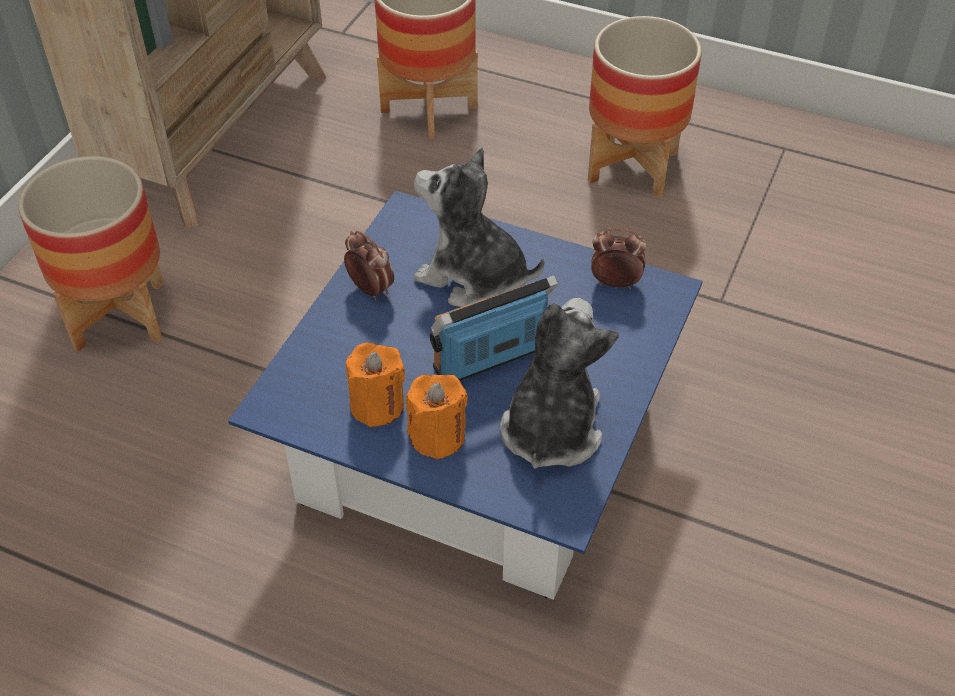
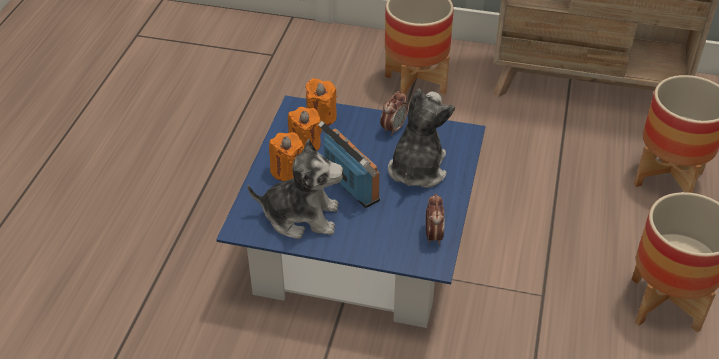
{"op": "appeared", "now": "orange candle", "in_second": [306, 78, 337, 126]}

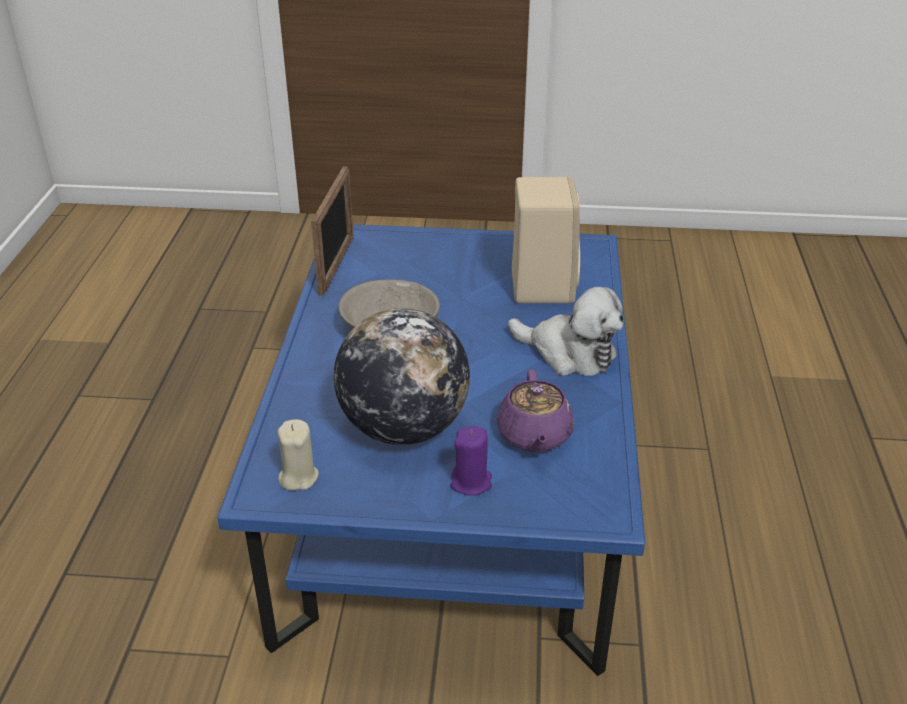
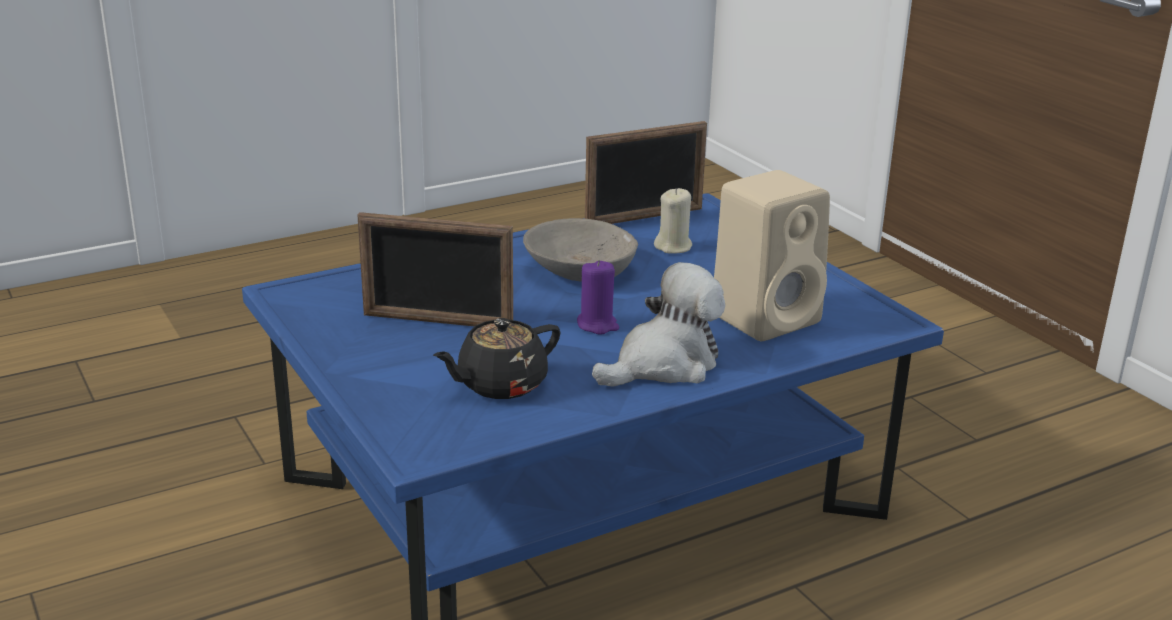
{"op": "exchanged", "was": "globe", "now": "picture frame", "in_first": [334, 308, 470, 445], "in_second": [357, 212, 513, 326]}
{"op": "colour", "was": "purple teapot", "now": "black teapot", "in_first": [497, 369, 574, 453], "in_second": [433, 318, 561, 399]}
{"op": "relocated", "was": "purple candle", "in_first": [451, 426, 492, 496], "in_second": [577, 260, 619, 335]}
{"op": "spun", "was": "plush toy", "in_first": [508, 287, 624, 376], "in_second": [592, 262, 725, 387], "clockwise": -120}
{"op": "relocated", "was": "beige candle", "in_first": [278, 419, 319, 491], "in_second": [654, 188, 692, 254]}

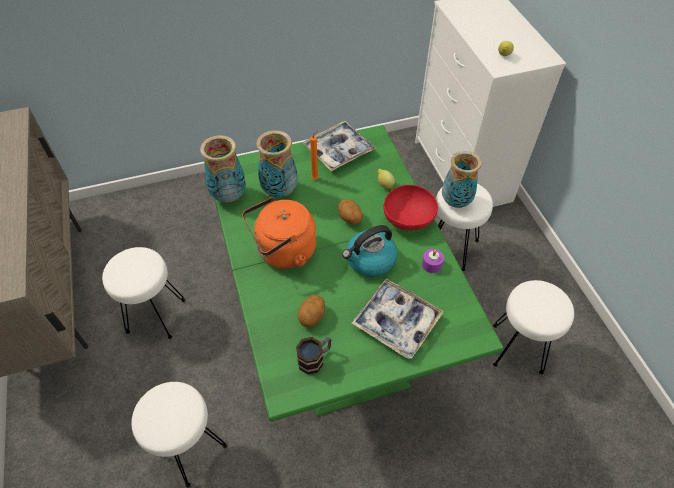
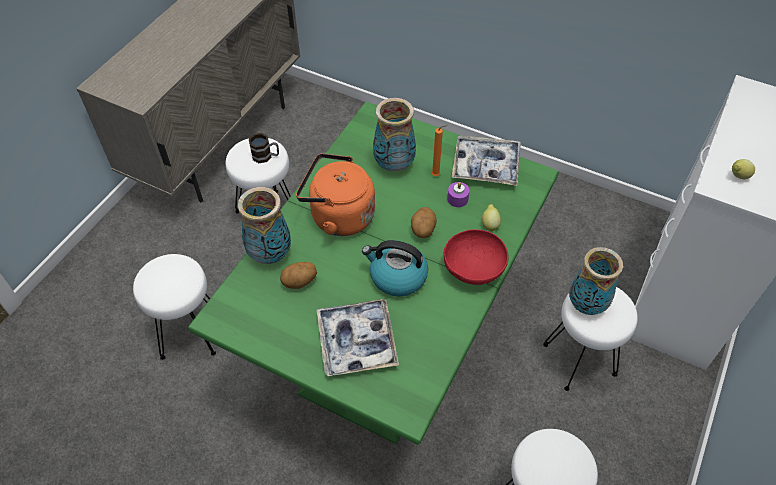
{"op": "relocated", "was": "vase", "in_first": [200, 135, 246, 203], "in_second": [238, 187, 291, 264]}
{"op": "relocated", "was": "mug", "in_first": [296, 337, 331, 374], "in_second": [249, 133, 279, 163]}
{"op": "relocated", "was": "purple candle", "in_first": [422, 249, 444, 273], "in_second": [447, 182, 470, 207]}

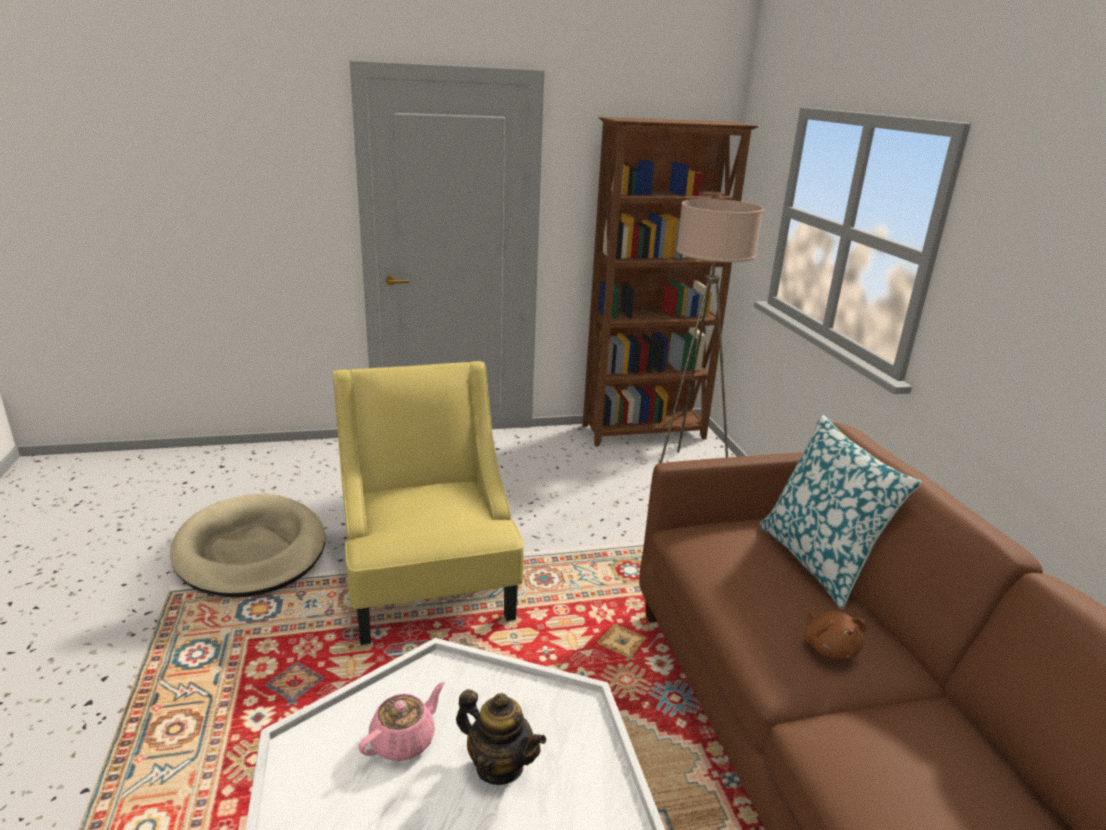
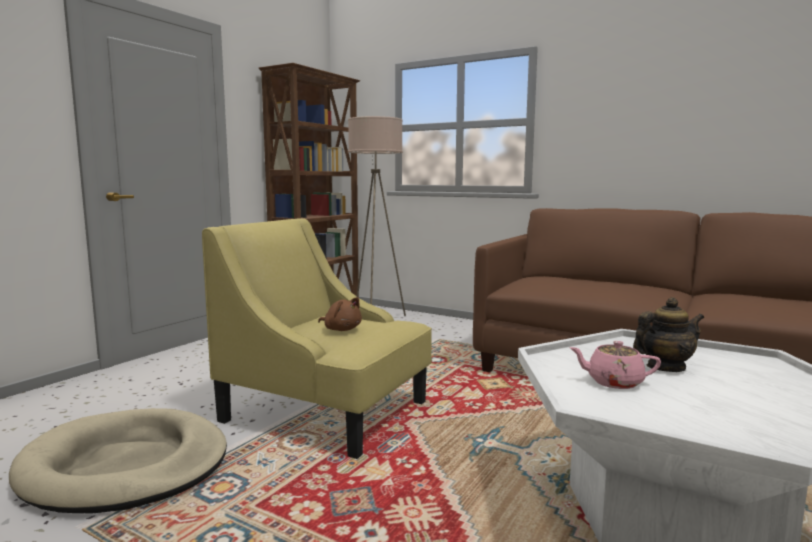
{"op": "relocated", "was": "brown plush toy", "in_first": [804, 610, 866, 659], "in_second": [318, 297, 362, 331]}
{"op": "spun", "was": "pink teapot", "in_first": [358, 682, 445, 761], "in_second": [569, 341, 661, 389], "clockwise": -75}
{"op": "missing", "was": "pillow", "in_first": [759, 414, 922, 609]}

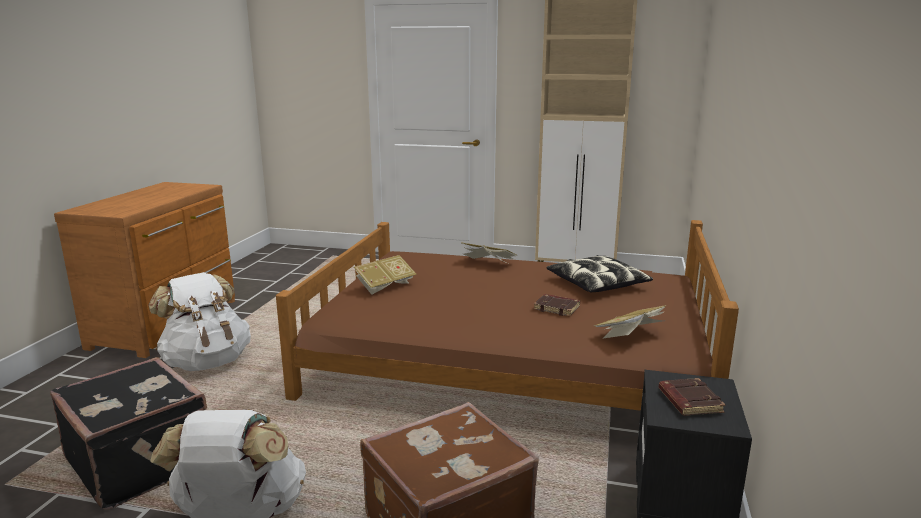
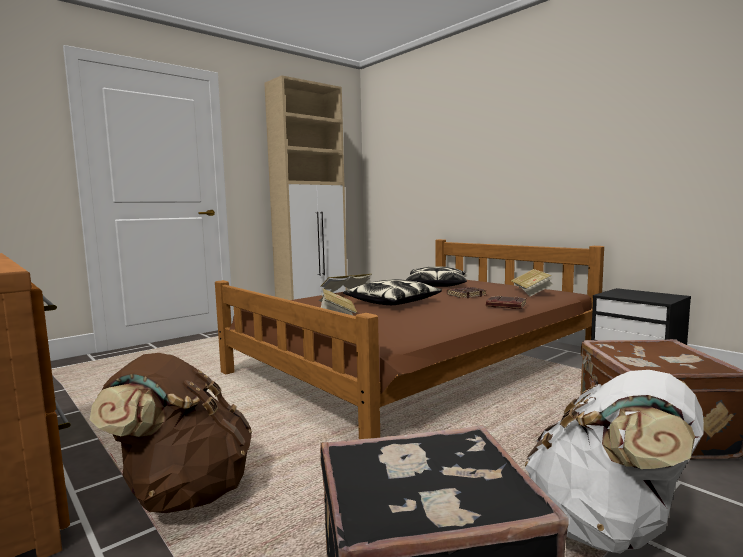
{"op": "colour", "was": "white backpack", "now": "brown backpack", "in_first": [148, 272, 251, 371], "in_second": [90, 353, 252, 513]}
{"op": "appeared", "now": "pillow", "in_second": [343, 279, 442, 305]}
{"op": "relocated", "was": "brown book", "in_first": [659, 378, 725, 416], "in_second": [486, 296, 526, 309]}

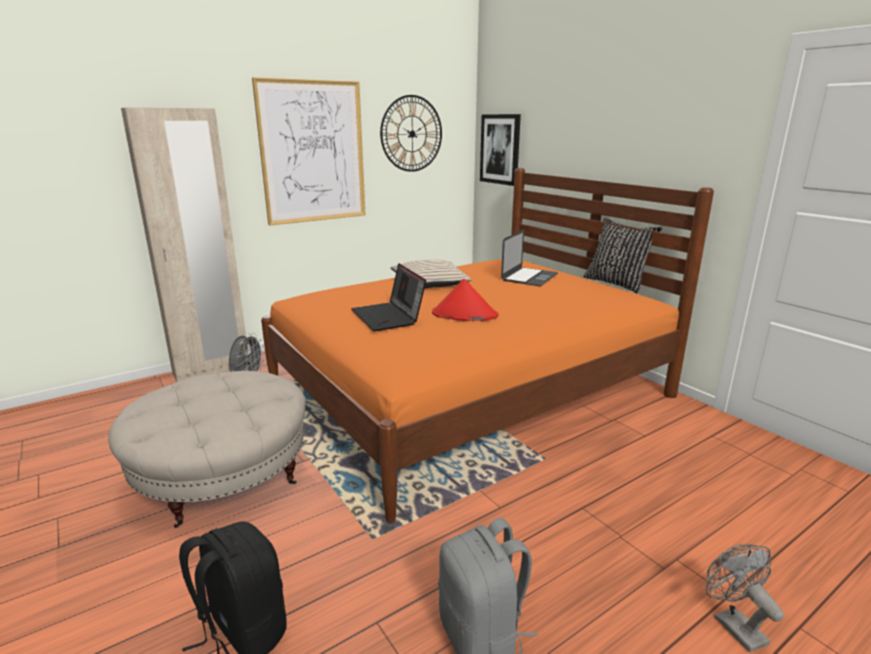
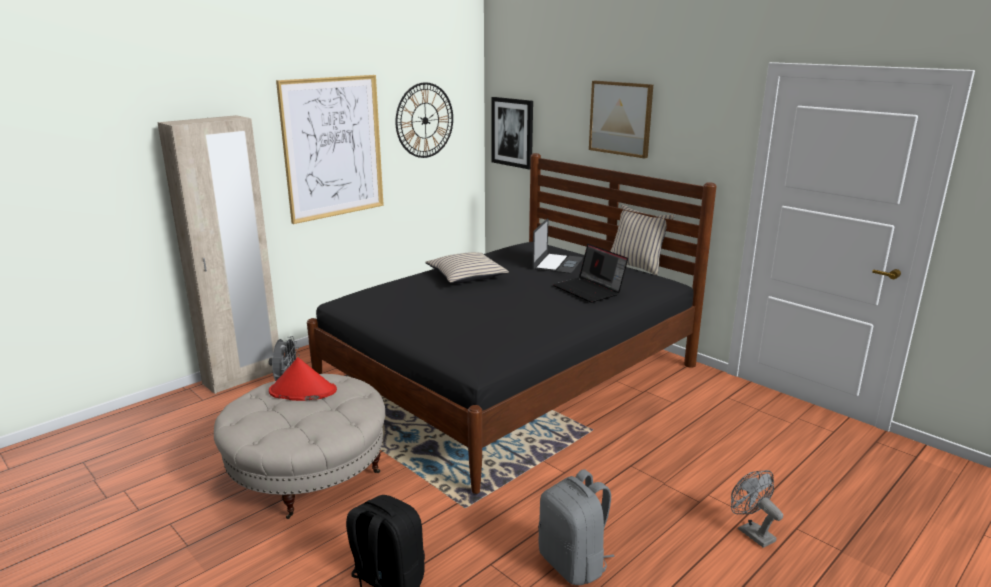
{"op": "relocated", "was": "red hat", "in_first": [432, 279, 499, 321], "in_second": [269, 357, 337, 401]}
{"op": "colour", "was": "orange bed", "now": "black bed", "in_first": [261, 168, 714, 523], "in_second": [307, 153, 717, 494]}
{"op": "relocated", "was": "laptop", "in_first": [351, 263, 426, 331], "in_second": [553, 244, 628, 303]}
{"op": "appeared", "now": "picture", "in_second": [589, 81, 653, 158]}
{"op": "colour", "was": "black pillow", "now": "beige pillow", "in_first": [583, 218, 662, 294], "in_second": [610, 205, 675, 276]}

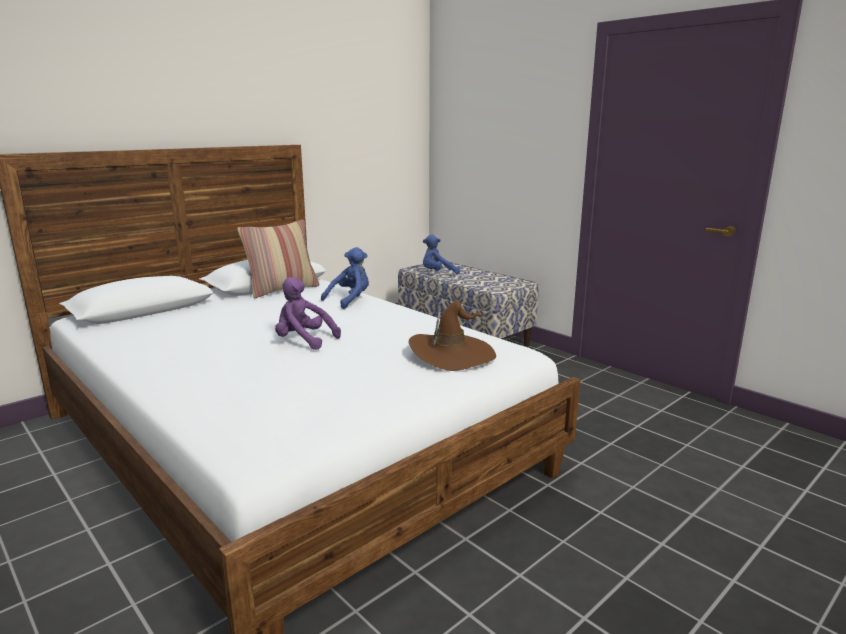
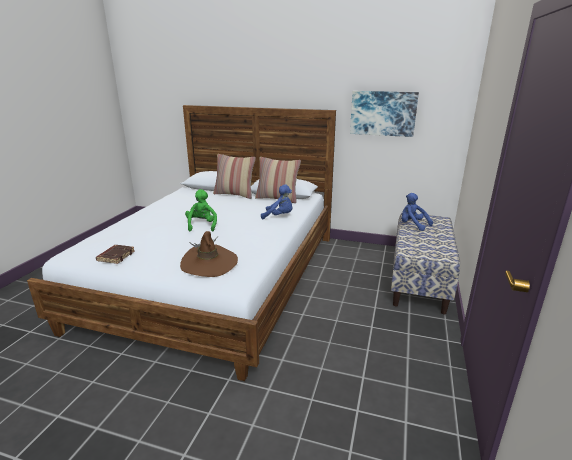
{"op": "appeared", "now": "brown book", "in_second": [96, 245, 135, 264]}
{"op": "colour", "was": "purple plush toy", "now": "green plush toy", "in_first": [275, 277, 341, 350], "in_second": [185, 189, 217, 231]}
{"op": "appeared", "now": "pillow", "in_second": [213, 154, 256, 199]}
{"op": "appeared", "now": "picture", "in_second": [350, 91, 419, 137]}

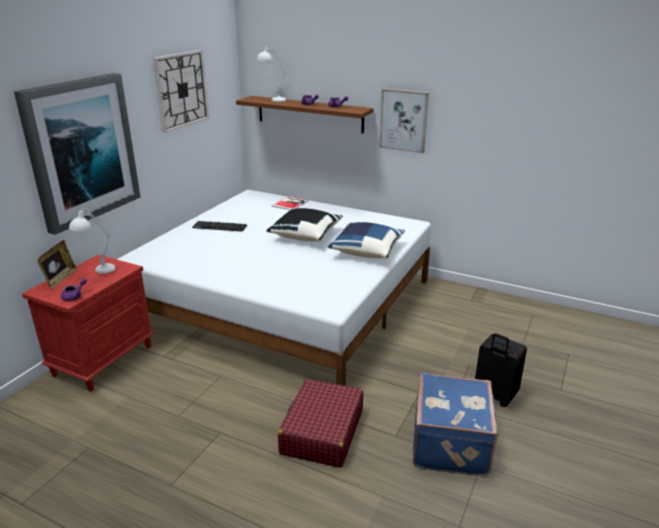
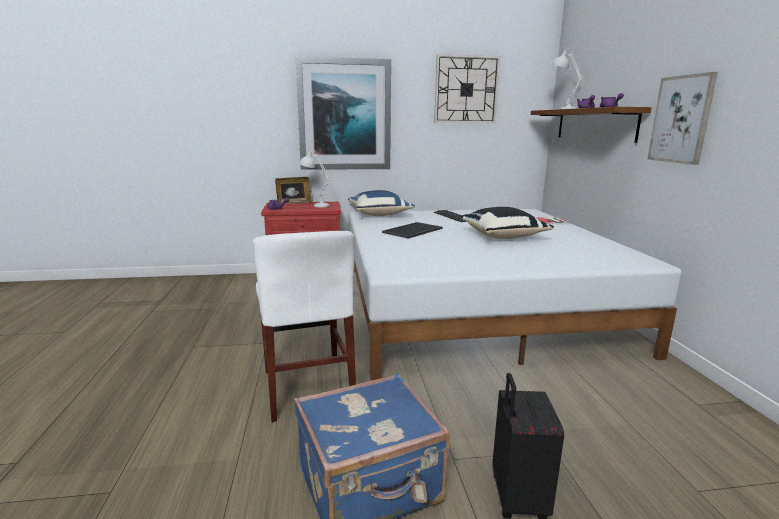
{"op": "exchanged", "was": "red suitcase", "now": "white chair", "in_first": [278, 379, 363, 468], "in_second": [253, 231, 356, 422]}
{"op": "relocated", "was": "blue pillow", "in_first": [328, 222, 405, 259], "in_second": [348, 190, 415, 216]}
{"op": "appeared", "now": "tray", "in_second": [382, 222, 443, 239]}

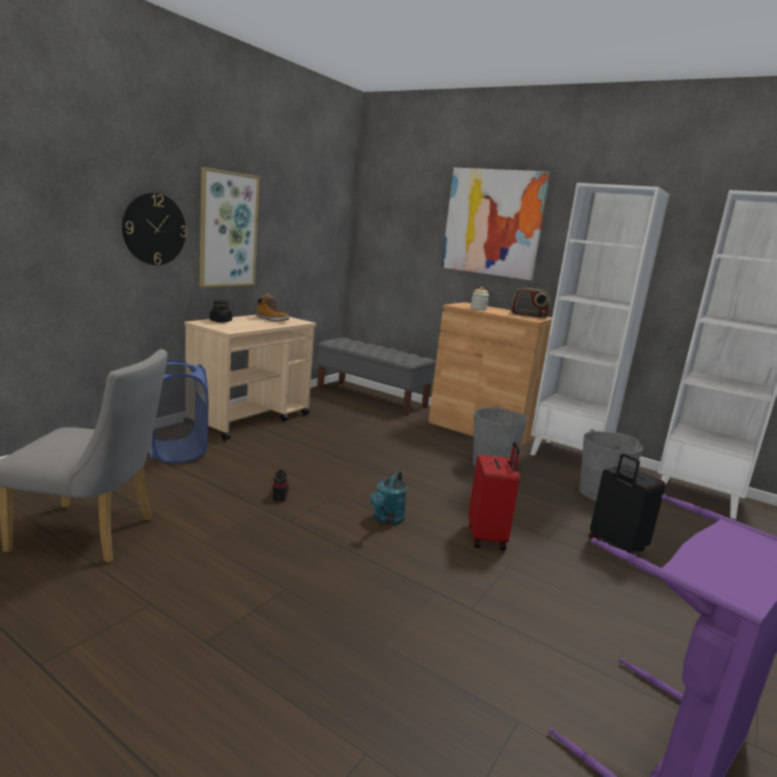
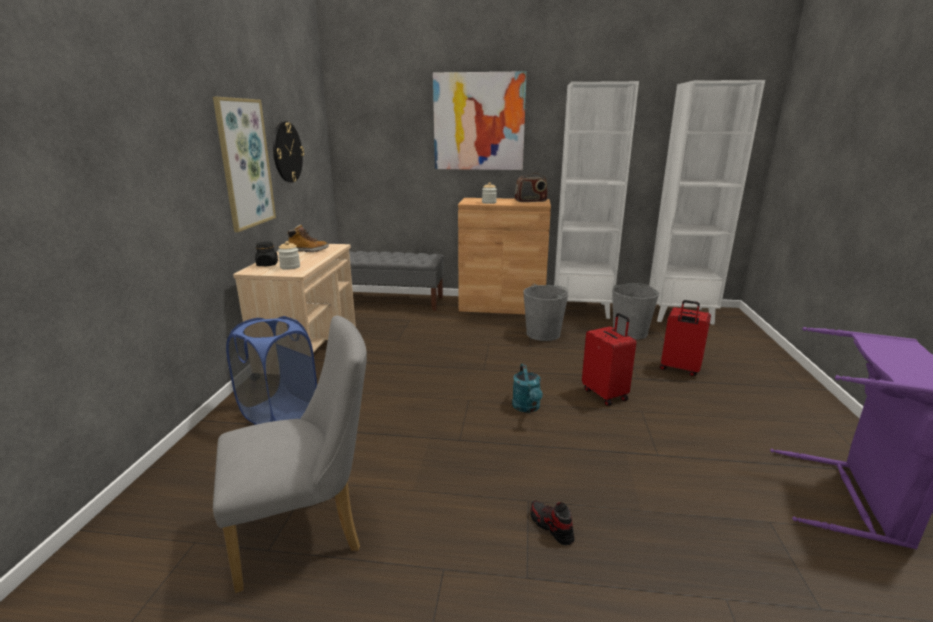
{"op": "relocated", "was": "wall clock", "in_first": [122, 193, 187, 265], "in_second": [273, 121, 304, 182]}
{"op": "appeared", "now": "jar", "in_second": [278, 241, 300, 270]}
{"op": "relocated", "was": "shoe", "in_first": [273, 470, 289, 501], "in_second": [530, 500, 575, 545]}
{"op": "colour", "was": "black suitcase", "now": "red suitcase", "in_first": [589, 453, 666, 554], "in_second": [660, 300, 711, 376]}

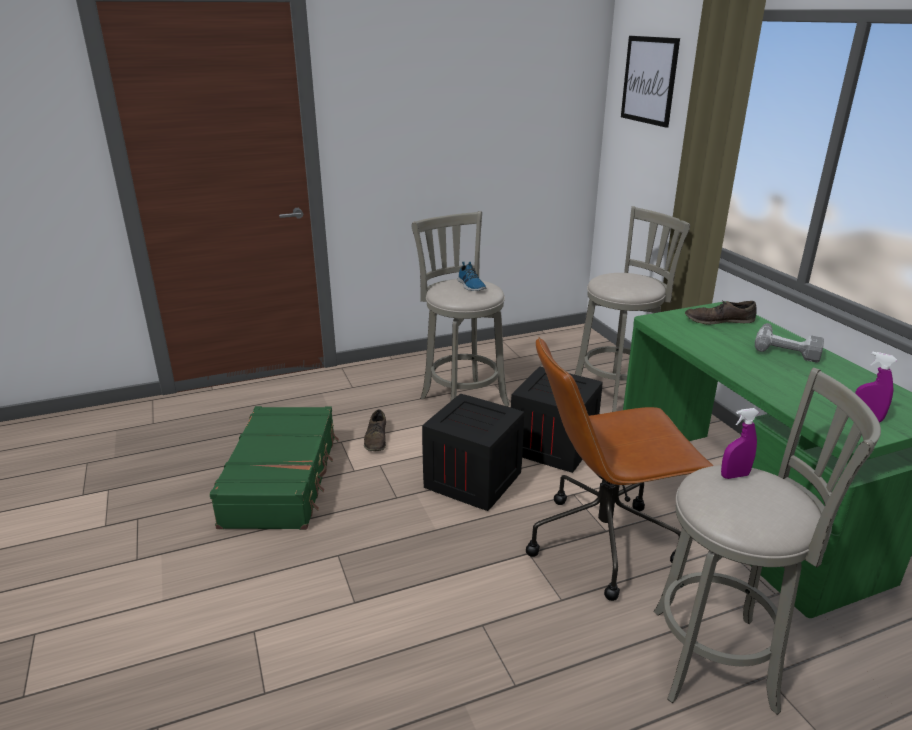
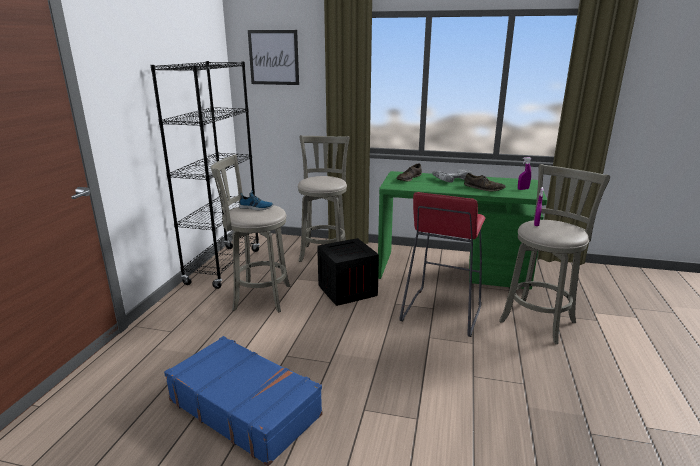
{"op": "appeared", "now": "black bookcase", "in_second": [150, 61, 260, 289]}
{"op": "colour", "was": "green suitcase", "now": "blue suitcase", "in_first": [209, 406, 339, 530], "in_second": [164, 336, 323, 466]}
{"op": "exchanged", "was": "brown office chair", "now": "red stool", "in_first": [526, 337, 713, 601], "in_second": [399, 192, 485, 337]}
{"op": "relocated", "was": "brown shoe", "in_first": [364, 409, 386, 451], "in_second": [464, 173, 506, 191]}
{"op": "missing", "was": "crate", "in_first": [422, 394, 524, 511]}

